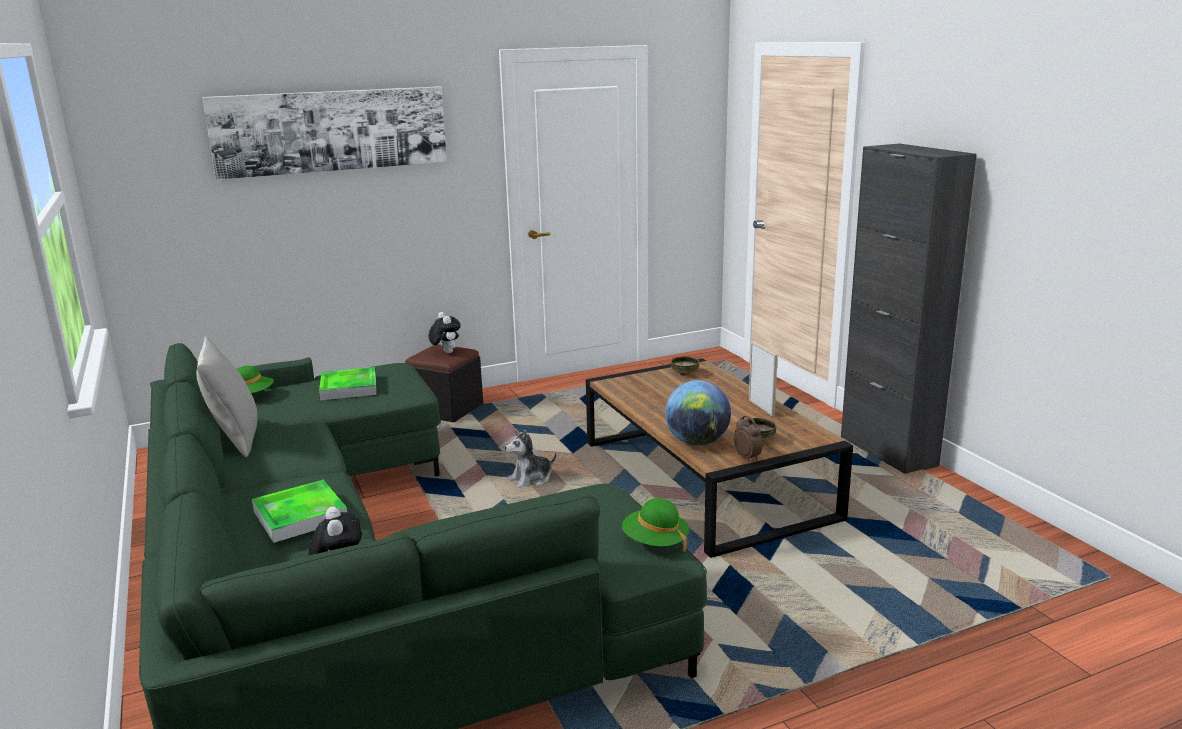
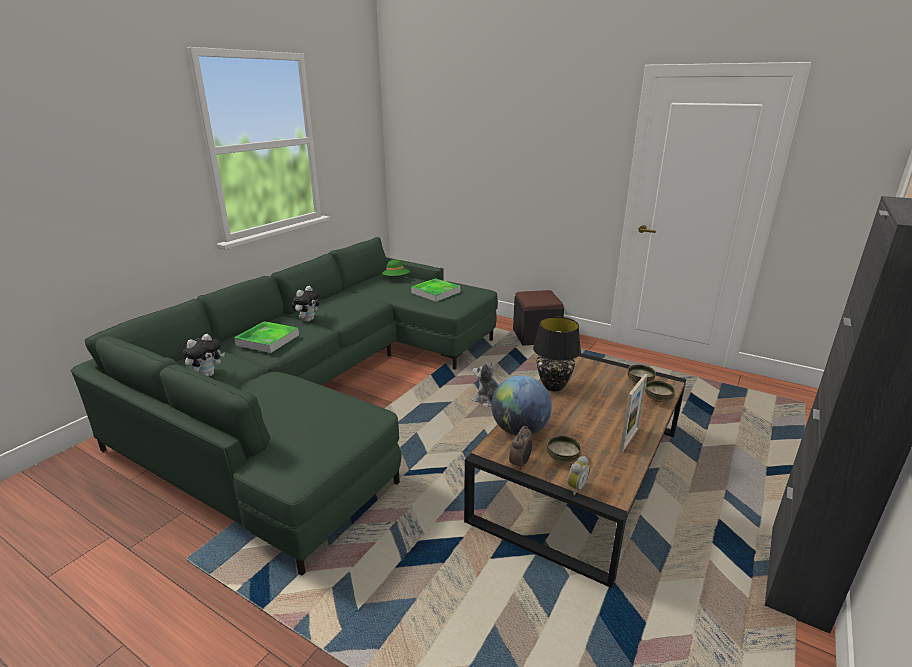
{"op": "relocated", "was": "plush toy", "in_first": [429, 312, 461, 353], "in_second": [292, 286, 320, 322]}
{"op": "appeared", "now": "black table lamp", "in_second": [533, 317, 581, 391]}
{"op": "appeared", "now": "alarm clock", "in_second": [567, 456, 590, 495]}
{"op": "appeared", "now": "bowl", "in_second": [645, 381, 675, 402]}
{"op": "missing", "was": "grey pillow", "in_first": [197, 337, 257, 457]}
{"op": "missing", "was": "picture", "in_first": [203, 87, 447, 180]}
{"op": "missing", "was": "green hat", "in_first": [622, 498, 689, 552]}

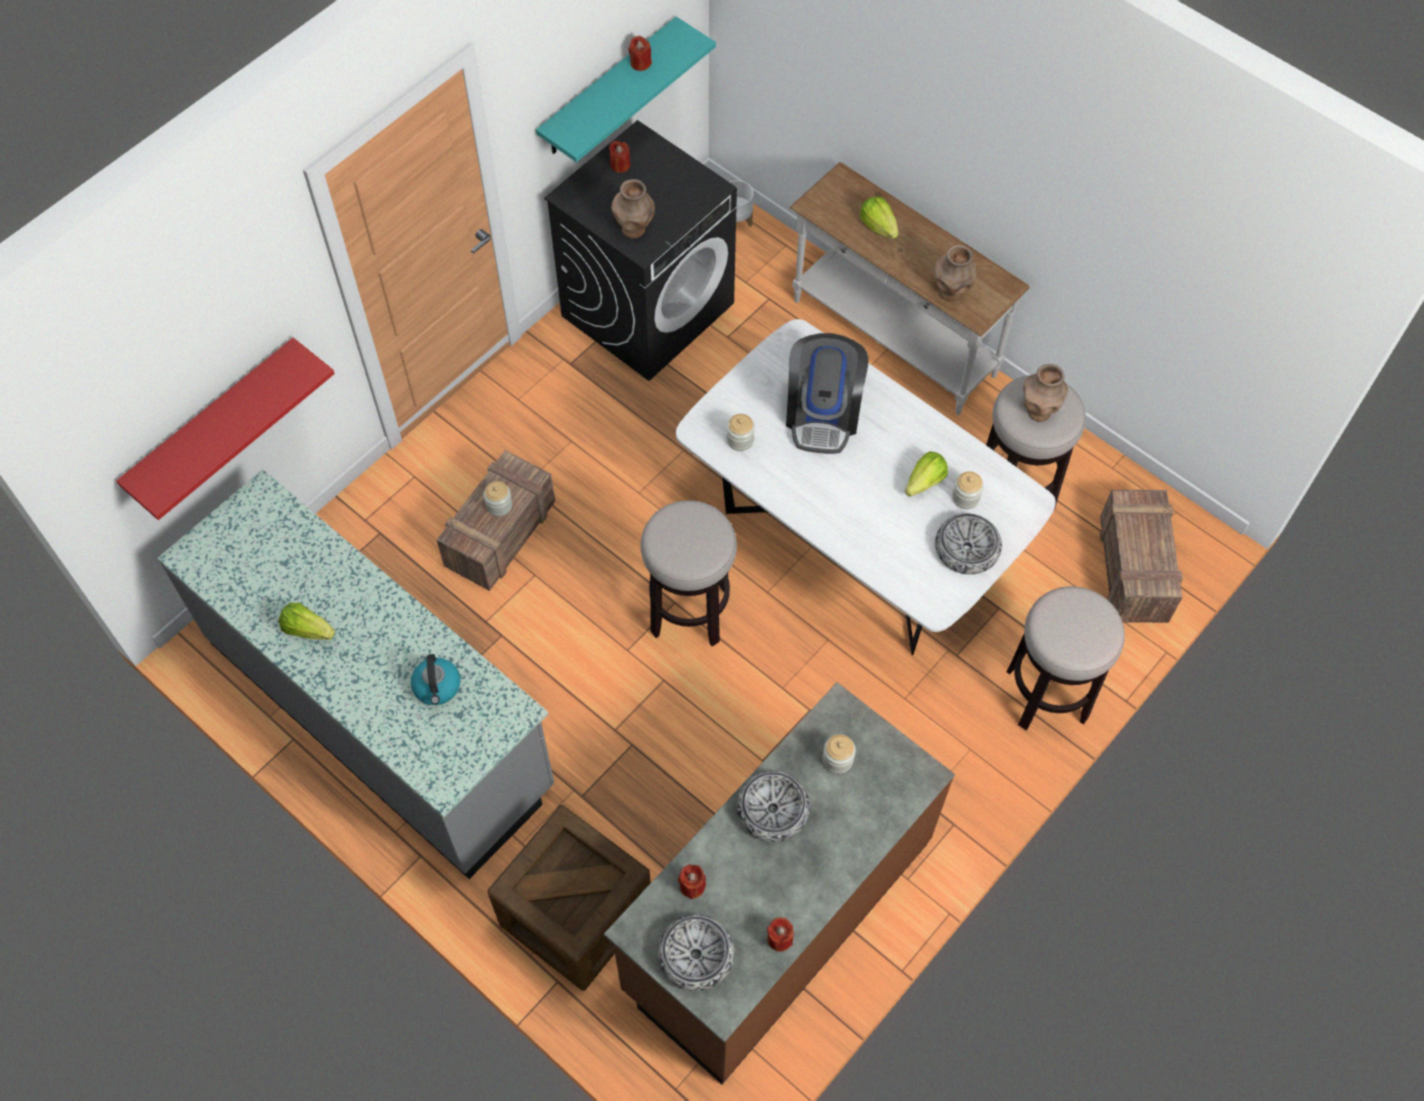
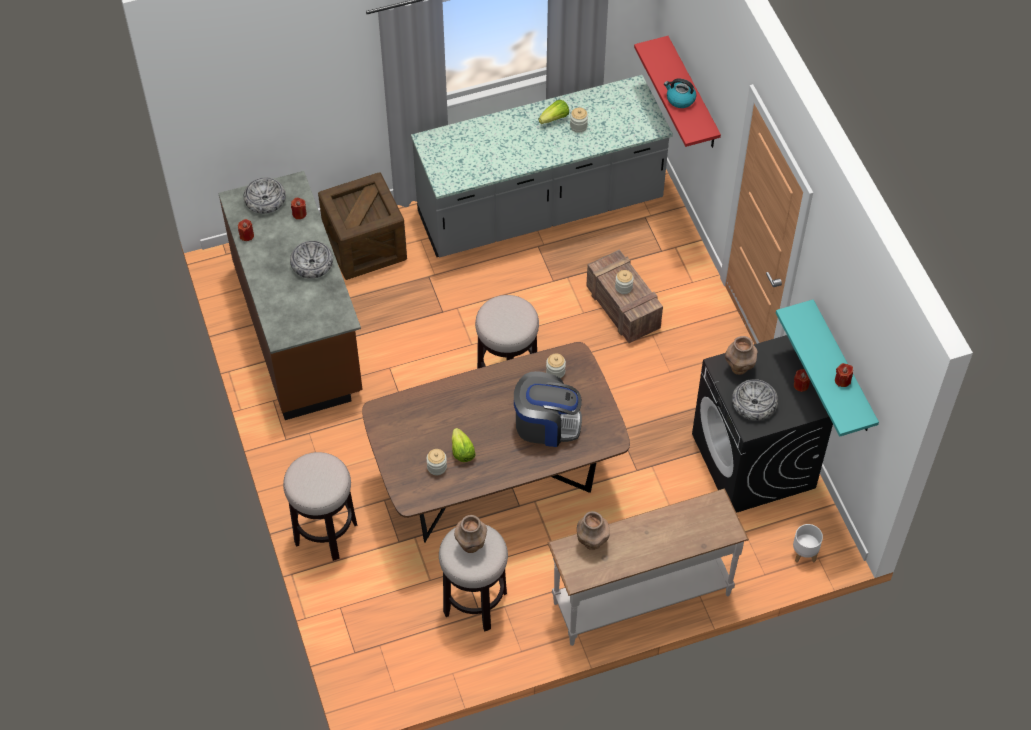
{"op": "colour", "was": "white dining table", "now": "brown dining table", "in_first": [676, 319, 1056, 655], "in_second": [362, 342, 630, 543]}
{"op": "spun", "was": "coffee machine", "in_first": [786, 333, 869, 454], "in_second": [514, 371, 582, 447], "clockwise": 150}
{"op": "relocated", "was": "jar", "in_first": [822, 734, 856, 774], "in_second": [570, 108, 588, 133]}
{"op": "relocated", "was": "kettle", "in_first": [411, 654, 460, 705], "in_second": [664, 78, 696, 108]}
{"op": "relocated", "was": "bowl", "in_first": [935, 514, 1002, 575], "in_second": [732, 379, 778, 420]}
{"op": "missing", "was": "lettuce", "in_first": [860, 196, 899, 239]}
{"op": "missing", "was": "crate", "in_first": [1100, 490, 1183, 623]}

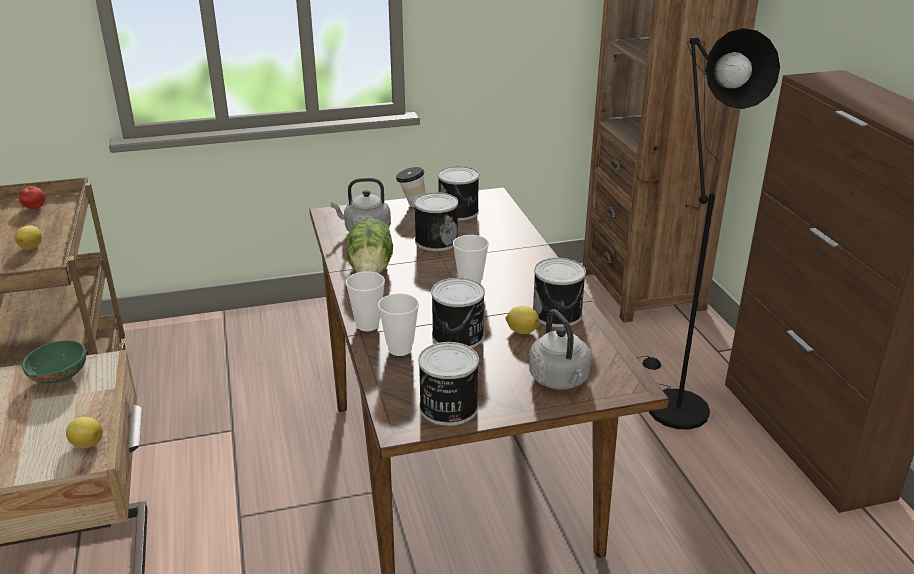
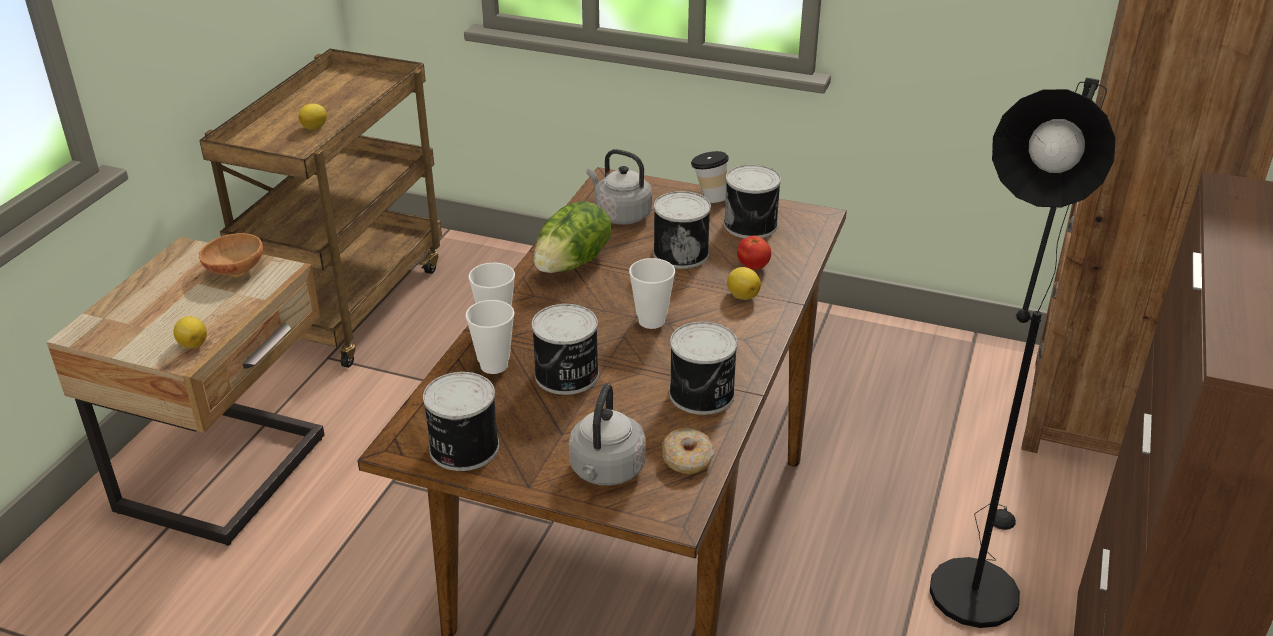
{"op": "colour", "was": "green bowl", "now": "brown bowl", "in_first": [22, 340, 86, 384], "in_second": [199, 233, 263, 277]}
{"op": "appeared", "now": "donut", "in_second": [662, 428, 714, 474]}
{"op": "relocated", "was": "lemon", "in_first": [505, 306, 539, 334], "in_second": [727, 267, 761, 300]}
{"op": "relocated", "was": "tomato", "in_first": [19, 186, 45, 209], "in_second": [737, 236, 771, 270]}

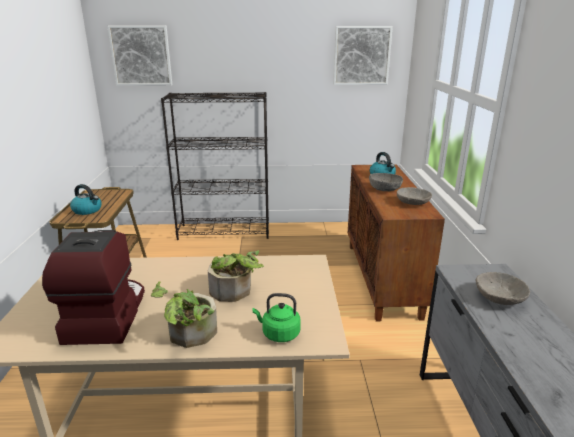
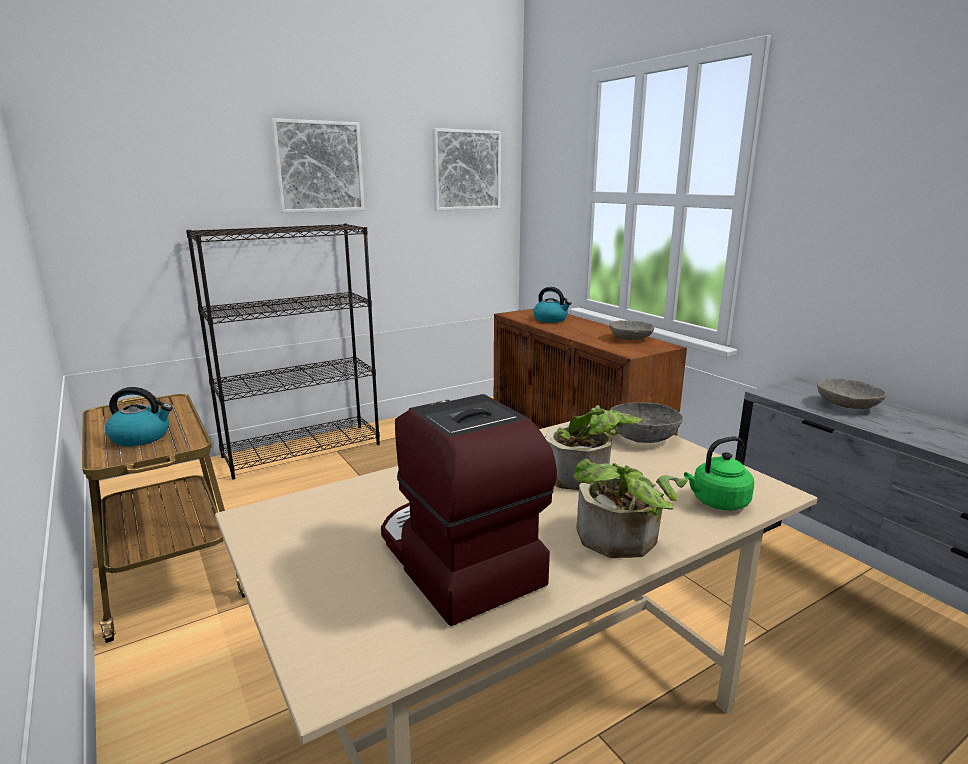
{"op": "relocated", "was": "picture", "in_first": [107, 26, 172, 86], "in_second": [271, 118, 365, 213]}
{"op": "relocated", "was": "grey bowl", "in_first": [369, 173, 403, 191], "in_second": [610, 403, 683, 443]}

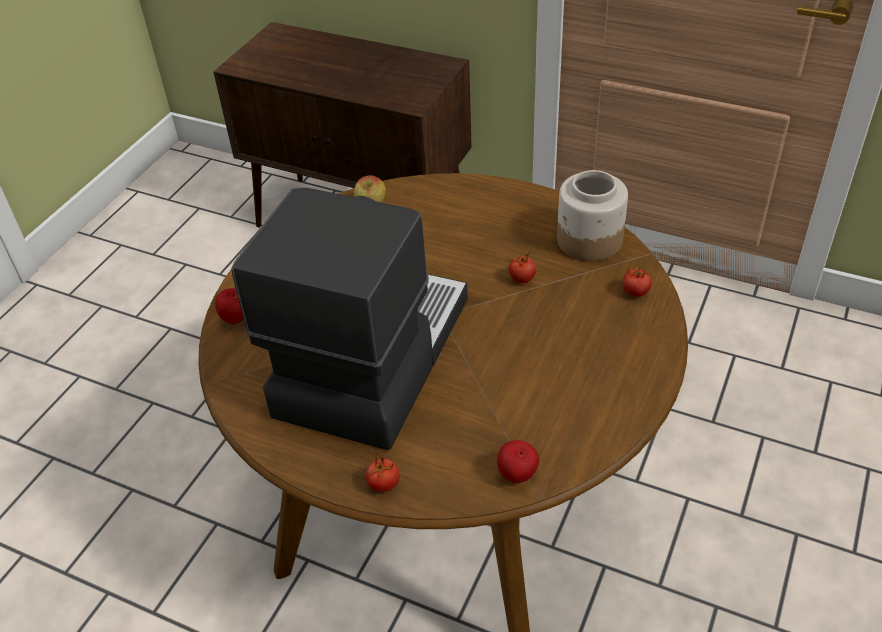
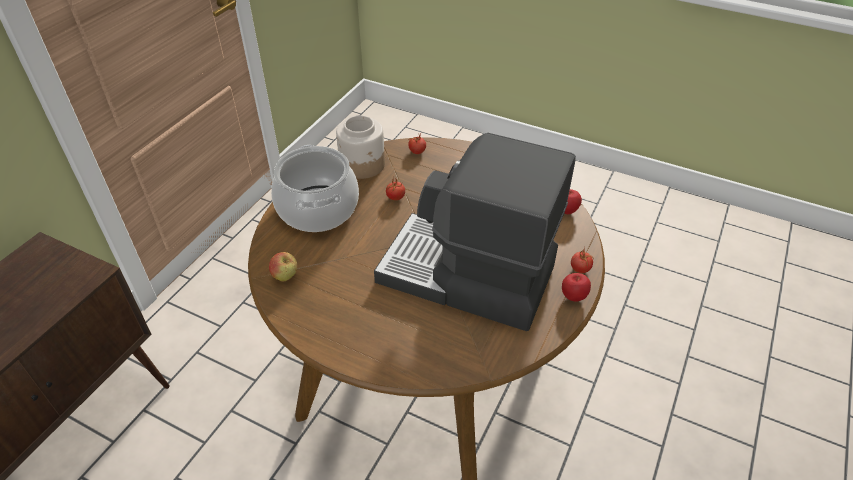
{"op": "appeared", "now": "cooking pot", "in_second": [271, 145, 359, 232]}
{"op": "relocated", "was": "apple", "in_first": [215, 288, 244, 325], "in_second": [562, 273, 591, 301]}

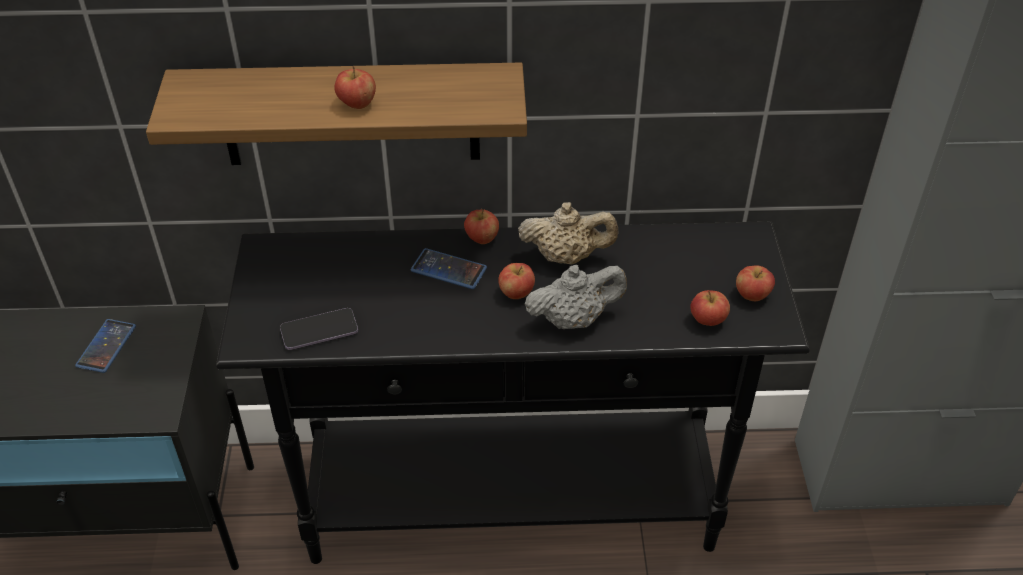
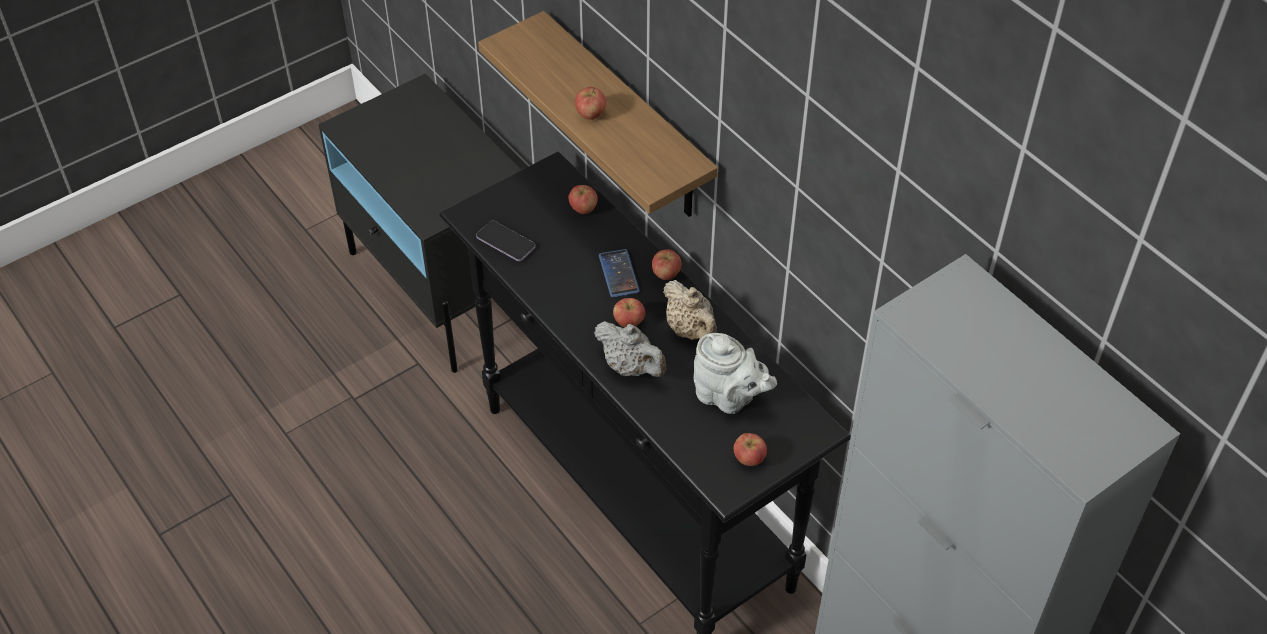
{"op": "relocated", "was": "apple", "in_first": [690, 290, 730, 326], "in_second": [568, 185, 598, 214]}
{"op": "appeared", "now": "grey teapot", "in_second": [694, 333, 777, 414]}
{"op": "missing", "was": "phone", "in_first": [75, 319, 136, 373]}

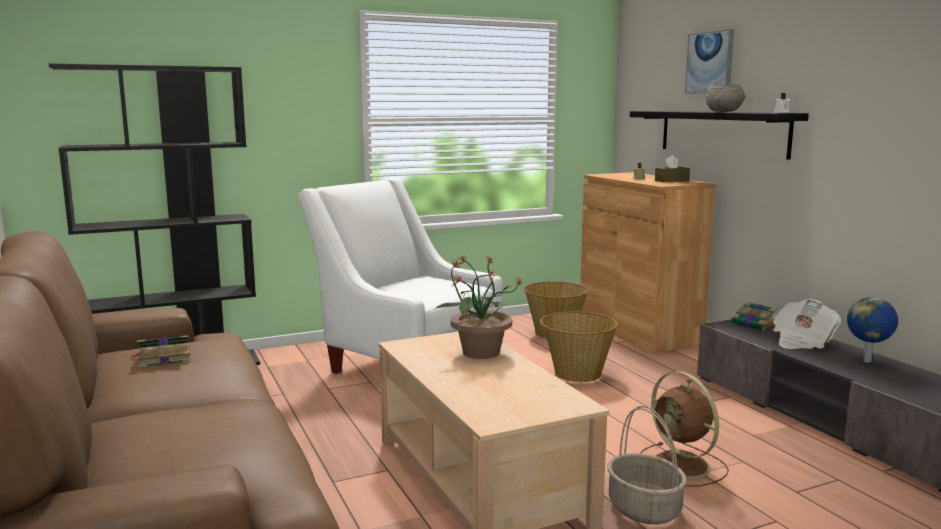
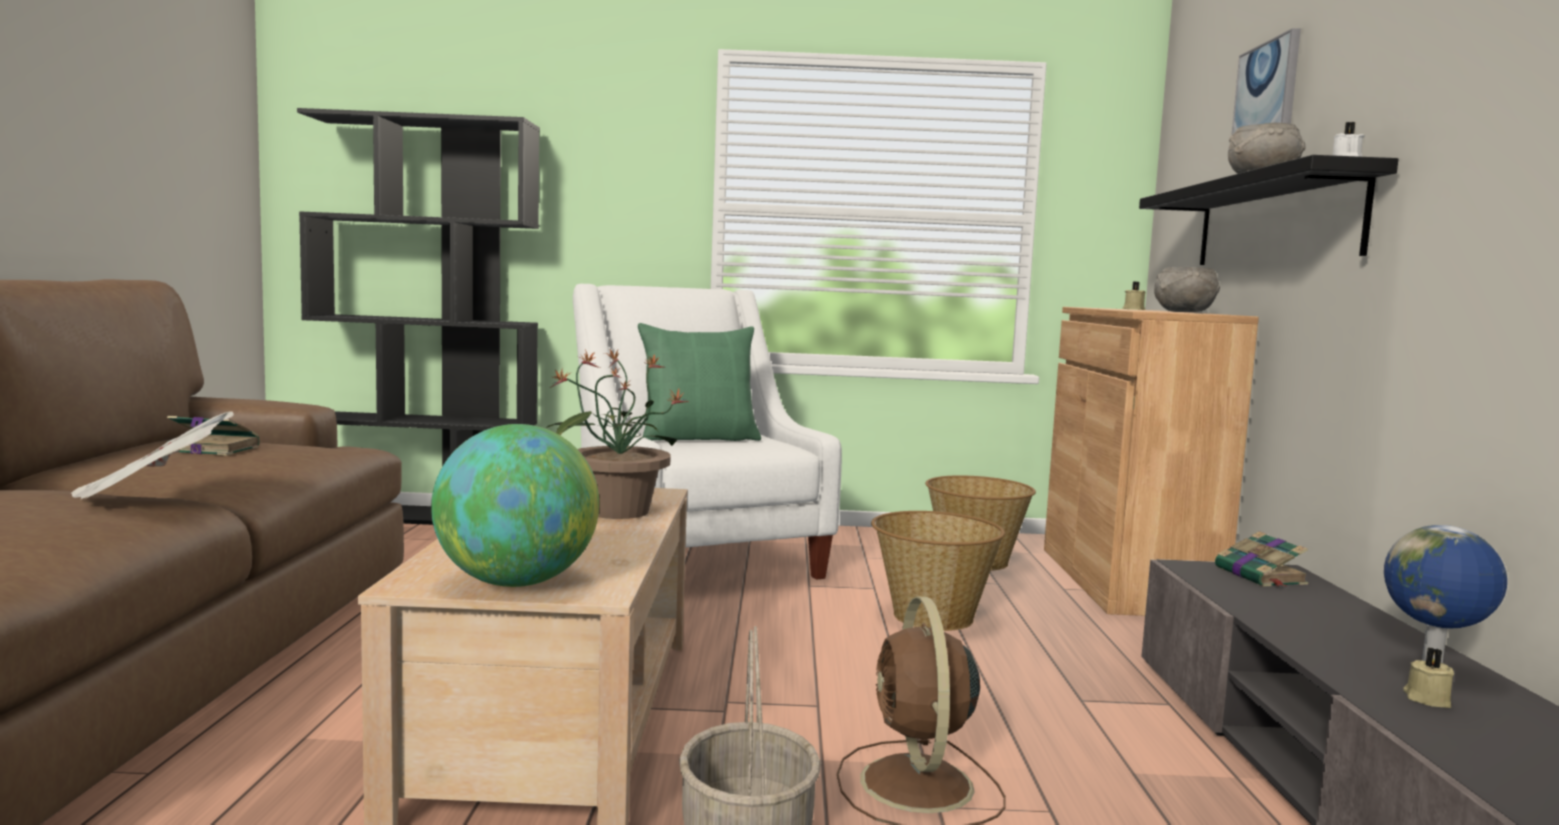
{"op": "relocated", "was": "newspaper", "in_first": [773, 299, 841, 349], "in_second": [71, 411, 234, 500]}
{"op": "appeared", "now": "globe", "in_second": [431, 424, 599, 587]}
{"op": "appeared", "now": "green pillow", "in_second": [638, 323, 761, 441]}
{"op": "exchanged", "was": "brown tissue box", "now": "grey bowl", "in_first": [655, 155, 690, 182], "in_second": [1154, 267, 1220, 312]}
{"op": "appeared", "now": "beige candle", "in_second": [1403, 647, 1454, 708]}

